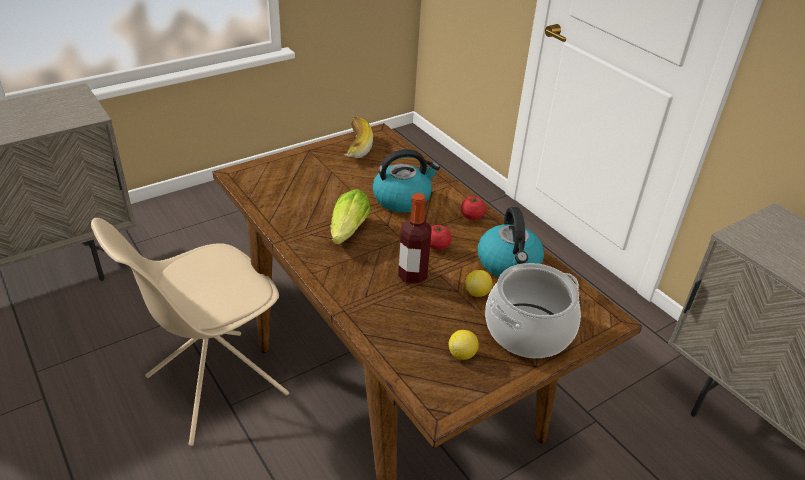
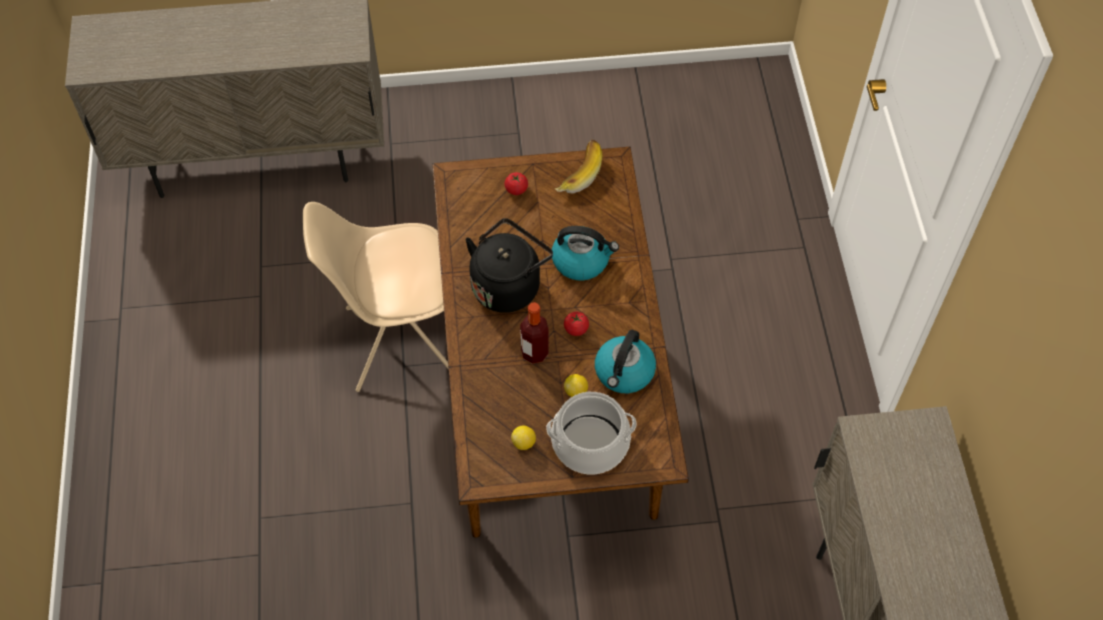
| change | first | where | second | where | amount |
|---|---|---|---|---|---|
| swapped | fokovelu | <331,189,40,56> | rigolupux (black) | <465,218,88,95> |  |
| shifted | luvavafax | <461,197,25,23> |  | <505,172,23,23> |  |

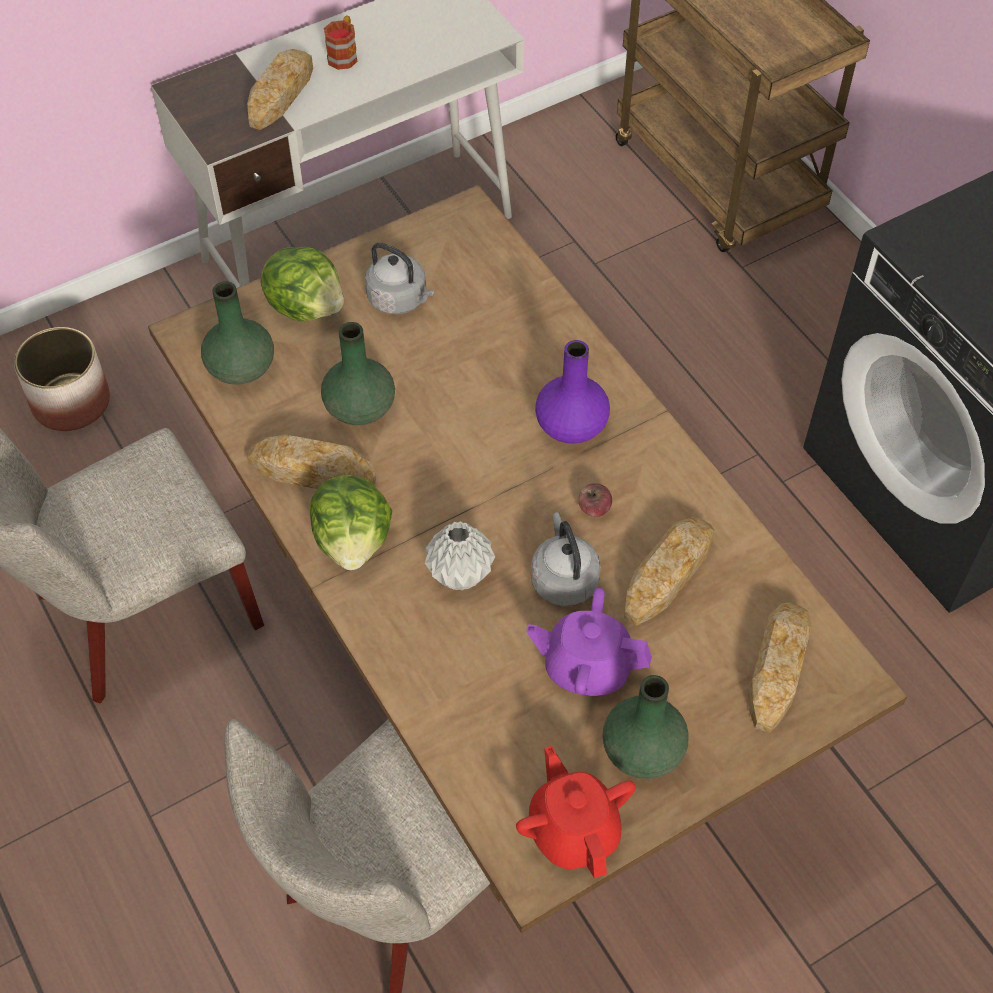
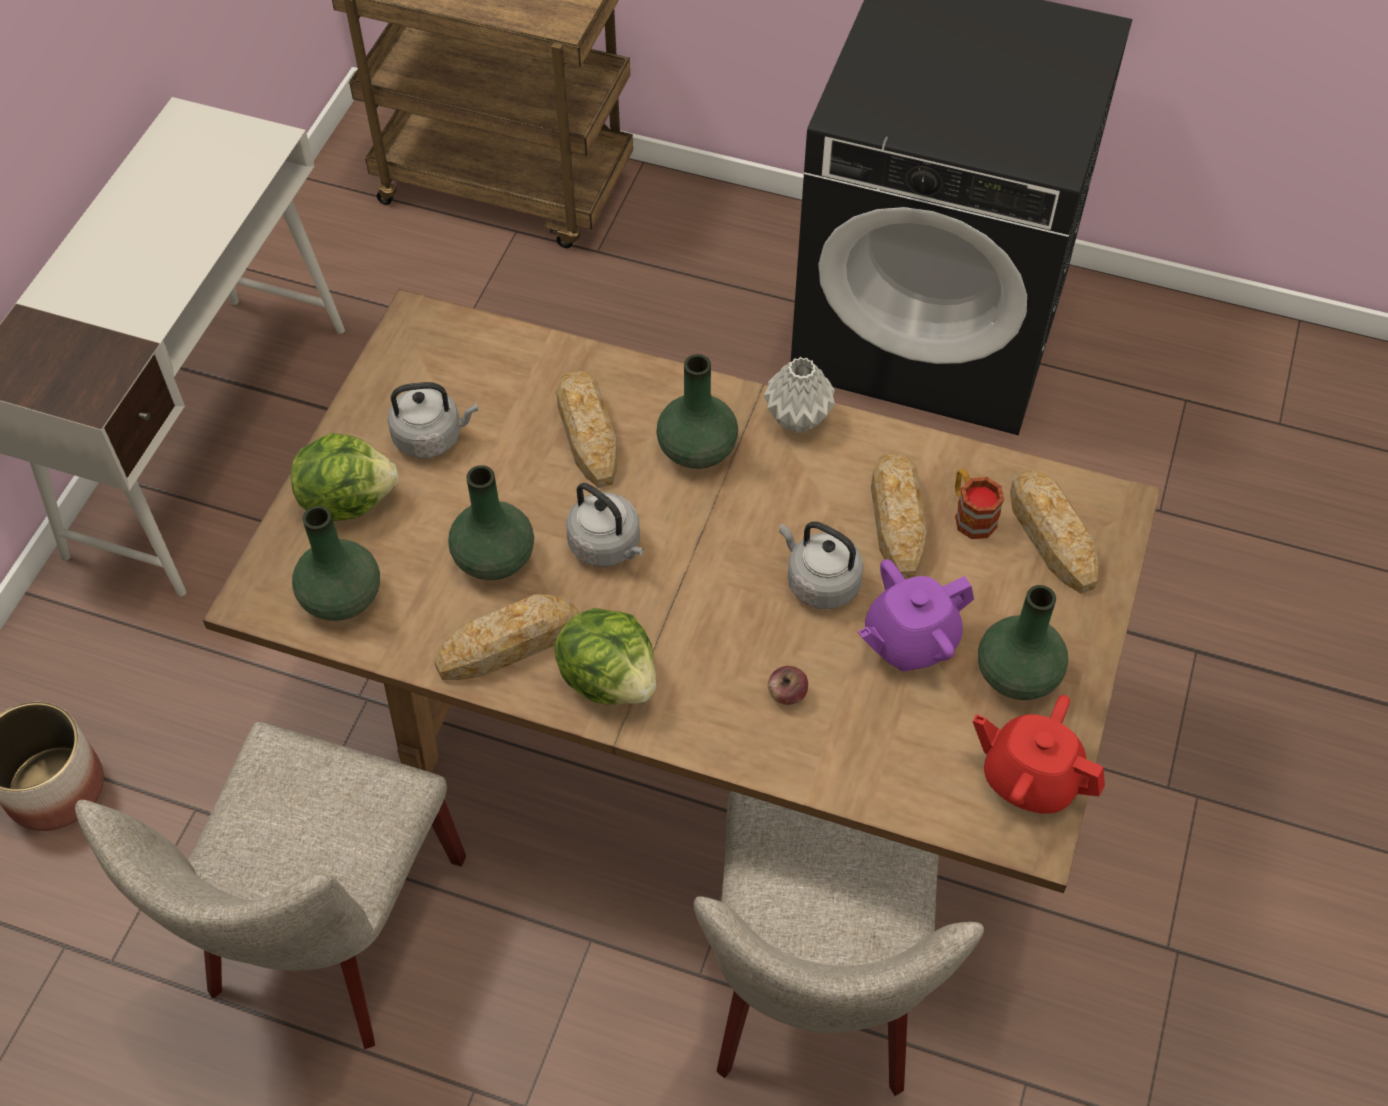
| change | first | where | second | where | amount |
|---|---|---|---|---|---|
| shifted | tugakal | <324,16,34,54> |  | <955,469,49,70> |  |
| shifted | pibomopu | <247,49,66,81> |  | <556,371,61,117> |  |
| repainted | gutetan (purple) | <535,340,75,104> | gutetan (green) | <656,354,82,115> |  |
| shifted | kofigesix | <578,483,34,34> |  | <768,666,40,39> |  |
| shifted | gutetan (grey) | <425,521,70,69> |  | <764,357,71,76> |  |
| new |  |  | rigolupux (grey) | <566,483,78,84> |  |

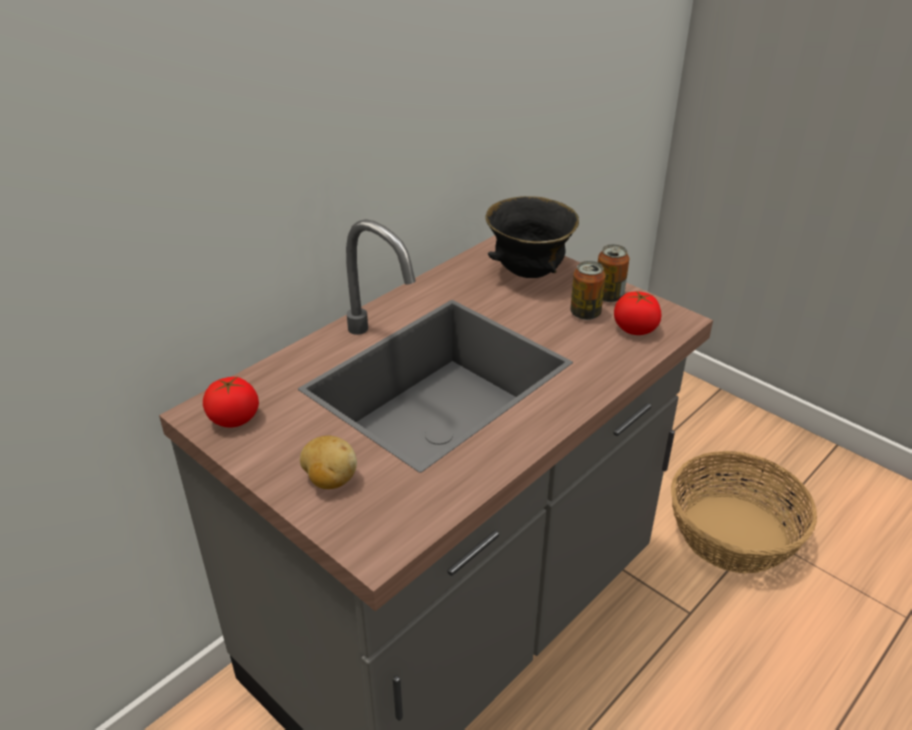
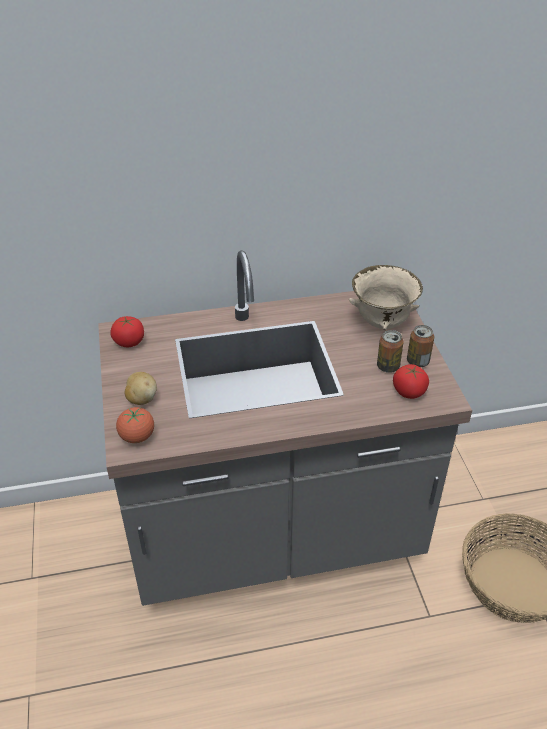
| change | first | where | second | where | amount |
|---|---|---|---|---|---|
| repainted | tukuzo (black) | <485,196,94,82> | tukuzo (beige) | <349,265,74,65> |  |
| new |  |  | luvavafax | <116,407,38,36> |  |

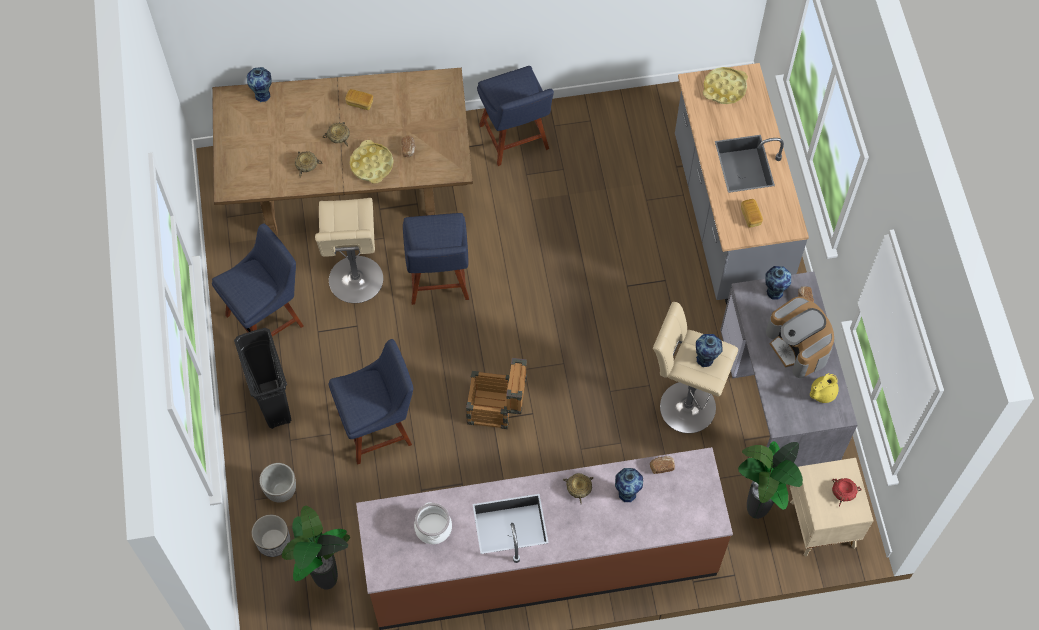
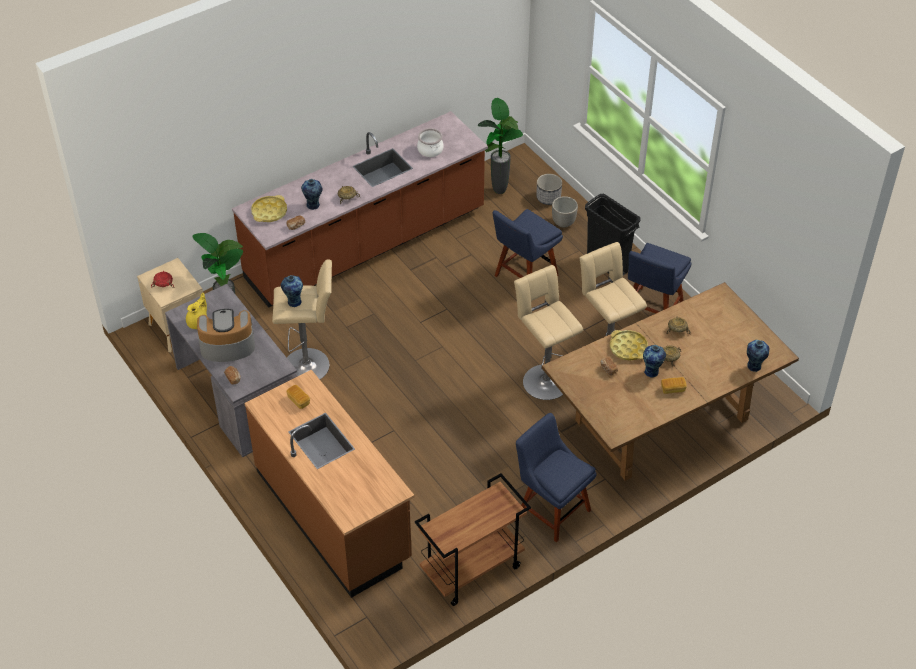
| change | first | where | second | where | amount |
|---|---|---|---|---|---|
| repainted | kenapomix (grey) | <675,63,134,242> | kenapomix (brown) | <244,370,170,228> |  |
| shifted | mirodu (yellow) | <703,67,45,37> |  | <251,195,36,27> |  |
| swapped | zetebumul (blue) | <403,213,66,92> | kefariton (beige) | <514,265,69,135> |  |
| shifted | gutetan | <765,266,26,34> |  | <643,345,23,33> |  |
| rotated | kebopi | <766,297,68,81> |  | <197,309,58,53> | 45 degrees counterclockwise |
| gone | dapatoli | <466,358,61,71> |  |  |  |
| new |  |  | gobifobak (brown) | <415,473,116,133> |  |

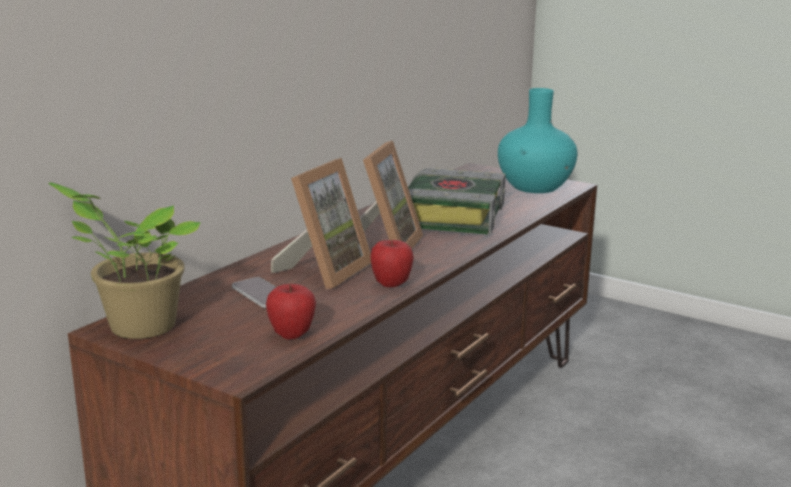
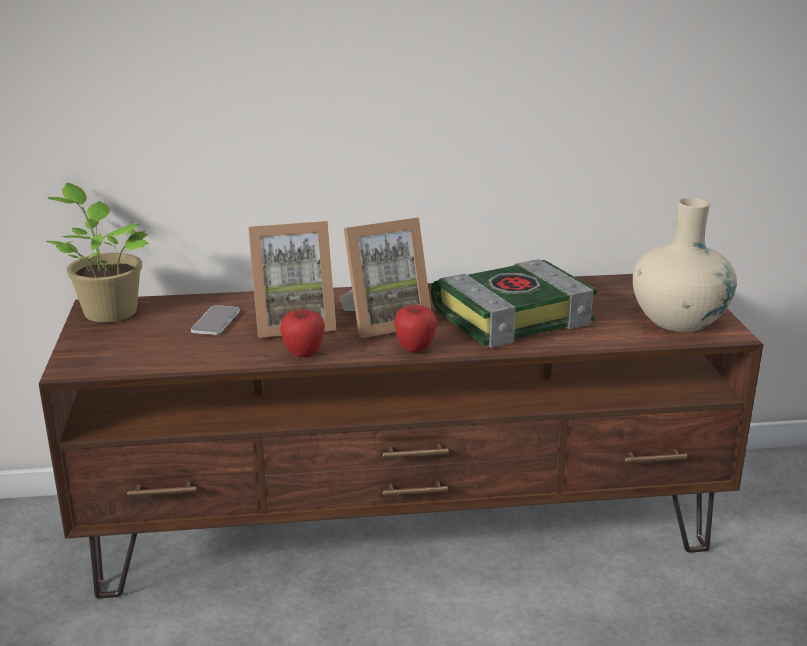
| change | first | where | second | where | amount |
|---|---|---|---|---|---|
| repainted | gutetan (turquoise) | <498,88,80,105> | gutetan (beige) | <633,198,104,134> |  |
| shifted | kofigesix | <266,284,50,56> |  | <394,305,43,47> |  |

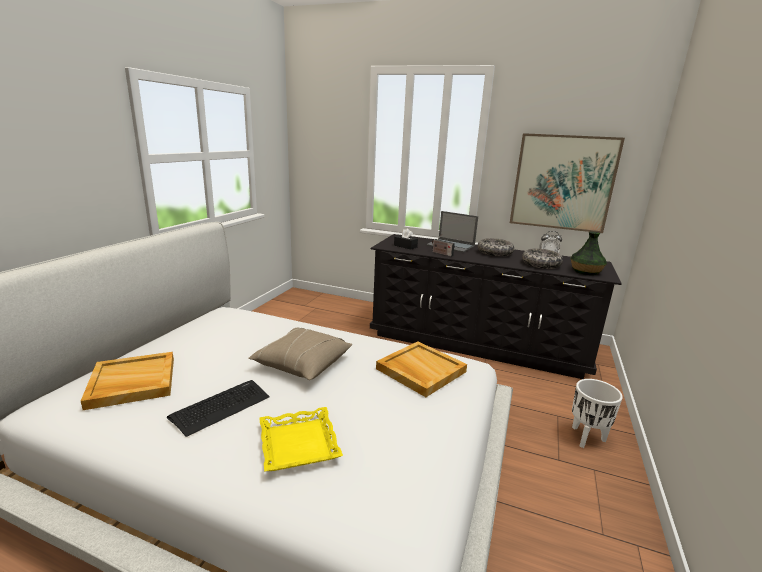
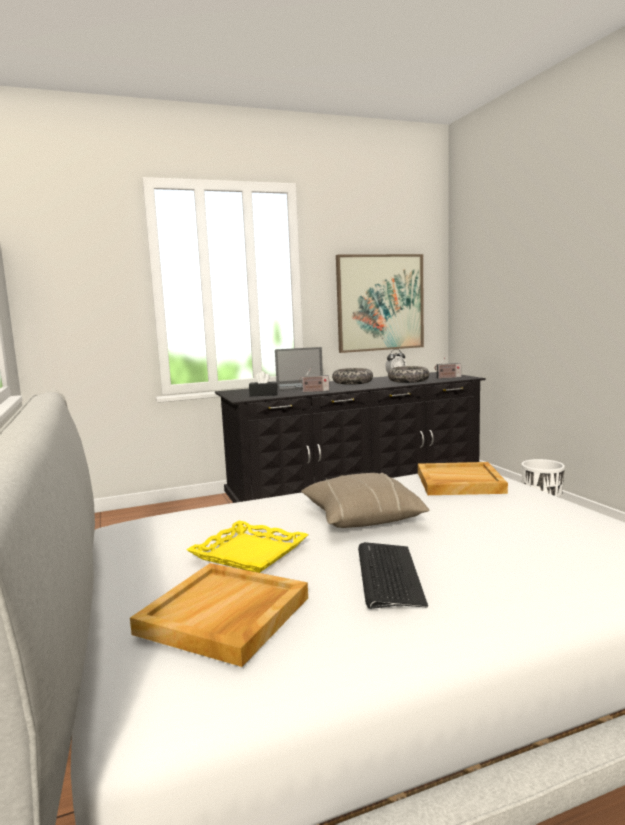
| change | first | where | second | where | amount |
|---|---|---|---|---|---|
| swapped | gutetan | <571,231,36,44> | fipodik | <435,356,26,23> |  |
| shifted | mirodu (yellow) | <259,407,84,64> |  | <187,521,122,52> |  |

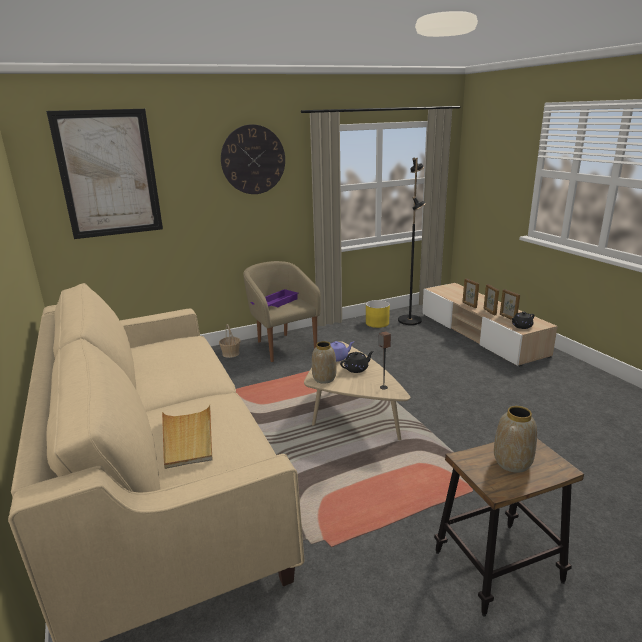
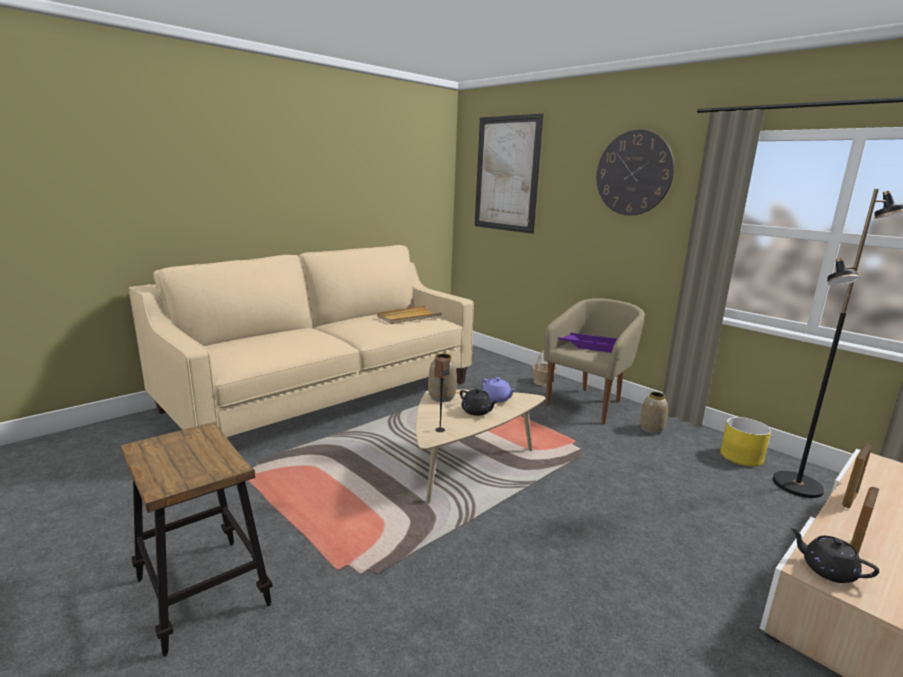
| change | first | where | second | where | amount |
|---|---|---|---|---|---|
| gone | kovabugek | <483,284,16,32> |  |  |  |
| shifted | mirodu (beige) | <162,405,51,64> |  | <377,306,65,18> |  |
| shifted | gutetan | <494,406,43,67> |  | <640,392,28,42> |  |

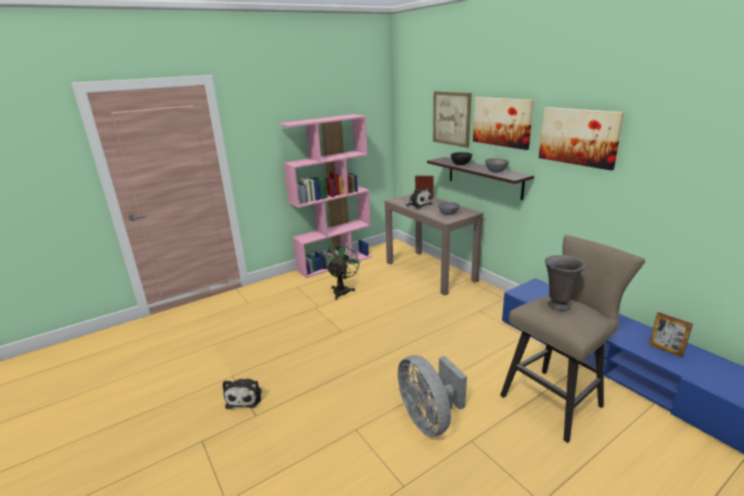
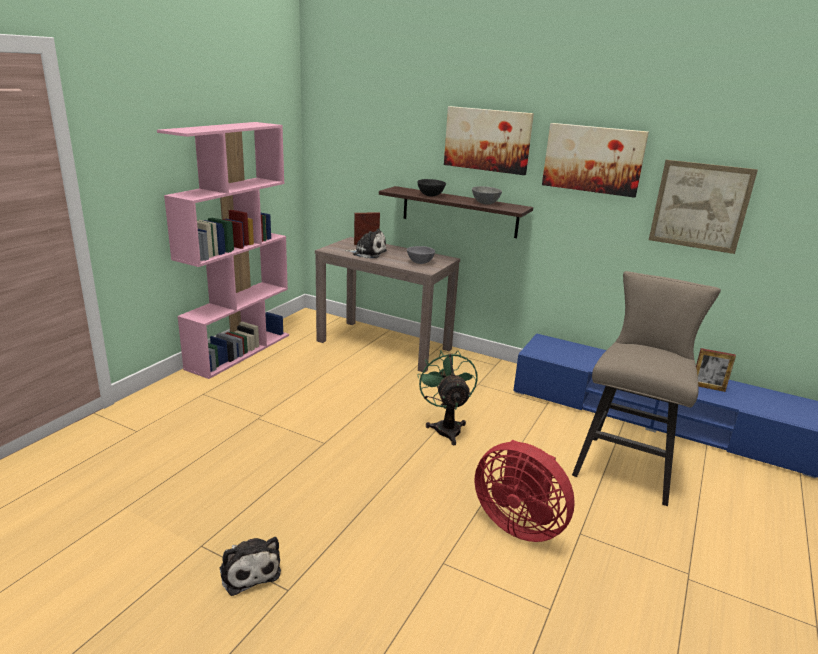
| change | first | where | second | where | amount |
|---|---|---|---|---|---|
| shifted | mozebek | <433,91,39,57> |  | <649,160,109,94> |  |
| shifted | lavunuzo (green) | <325,243,36,57> |  | <418,350,60,95> |  |
| gone | gutetan (grey) | <545,255,40,56> |  |  |  |
| repainted | lavunuzo (grey) | <398,355,69,82> | lavunuzo (red) | <475,440,100,102> |  |

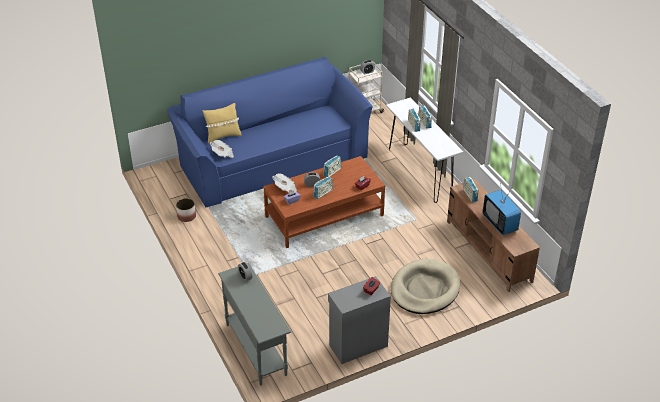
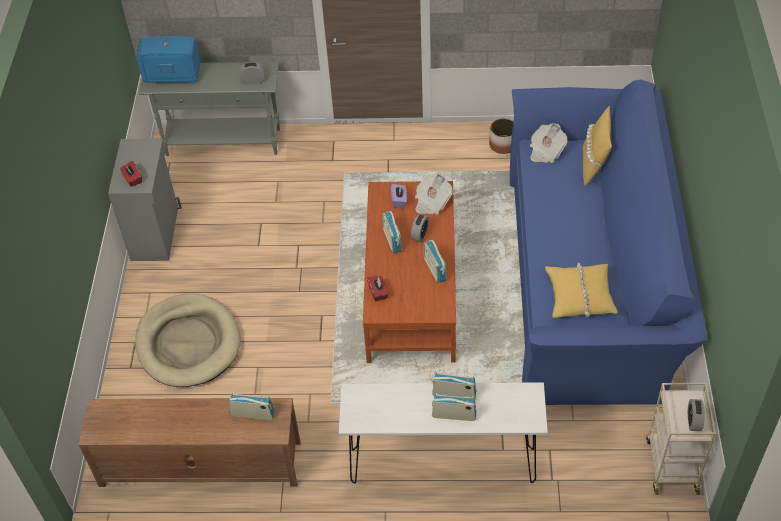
| change | first | where | second | where | amount |
|---|---|---|---|---|---|
| shifted | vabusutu | <483,182,38,53> |  | <136,22,65,61> |  |
| new |  |  | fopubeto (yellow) | <545,263,73,55> |  |

